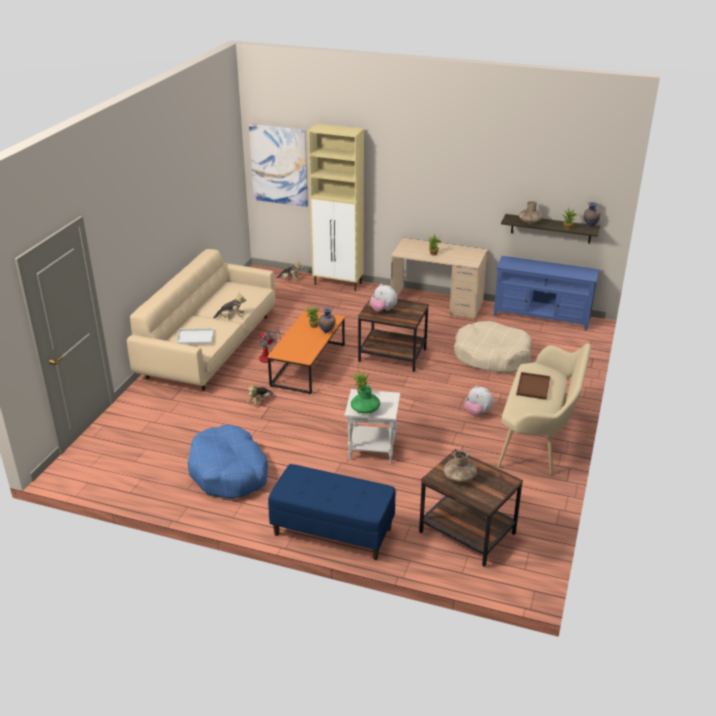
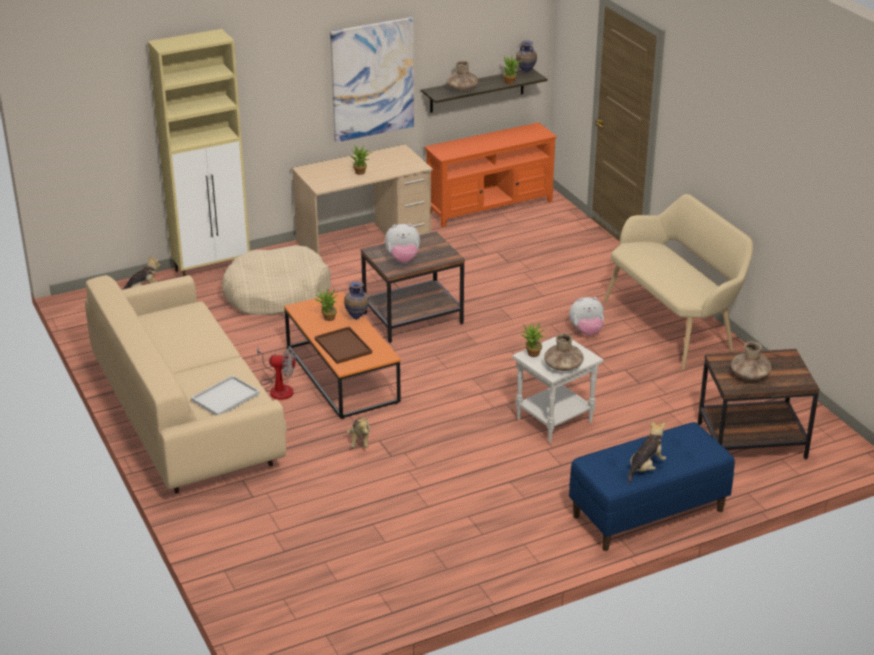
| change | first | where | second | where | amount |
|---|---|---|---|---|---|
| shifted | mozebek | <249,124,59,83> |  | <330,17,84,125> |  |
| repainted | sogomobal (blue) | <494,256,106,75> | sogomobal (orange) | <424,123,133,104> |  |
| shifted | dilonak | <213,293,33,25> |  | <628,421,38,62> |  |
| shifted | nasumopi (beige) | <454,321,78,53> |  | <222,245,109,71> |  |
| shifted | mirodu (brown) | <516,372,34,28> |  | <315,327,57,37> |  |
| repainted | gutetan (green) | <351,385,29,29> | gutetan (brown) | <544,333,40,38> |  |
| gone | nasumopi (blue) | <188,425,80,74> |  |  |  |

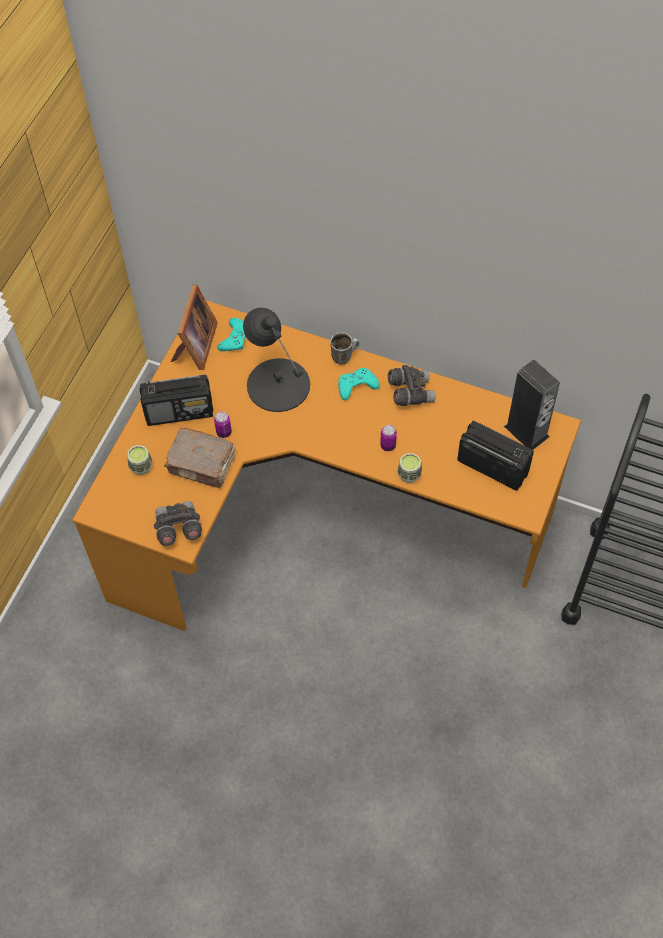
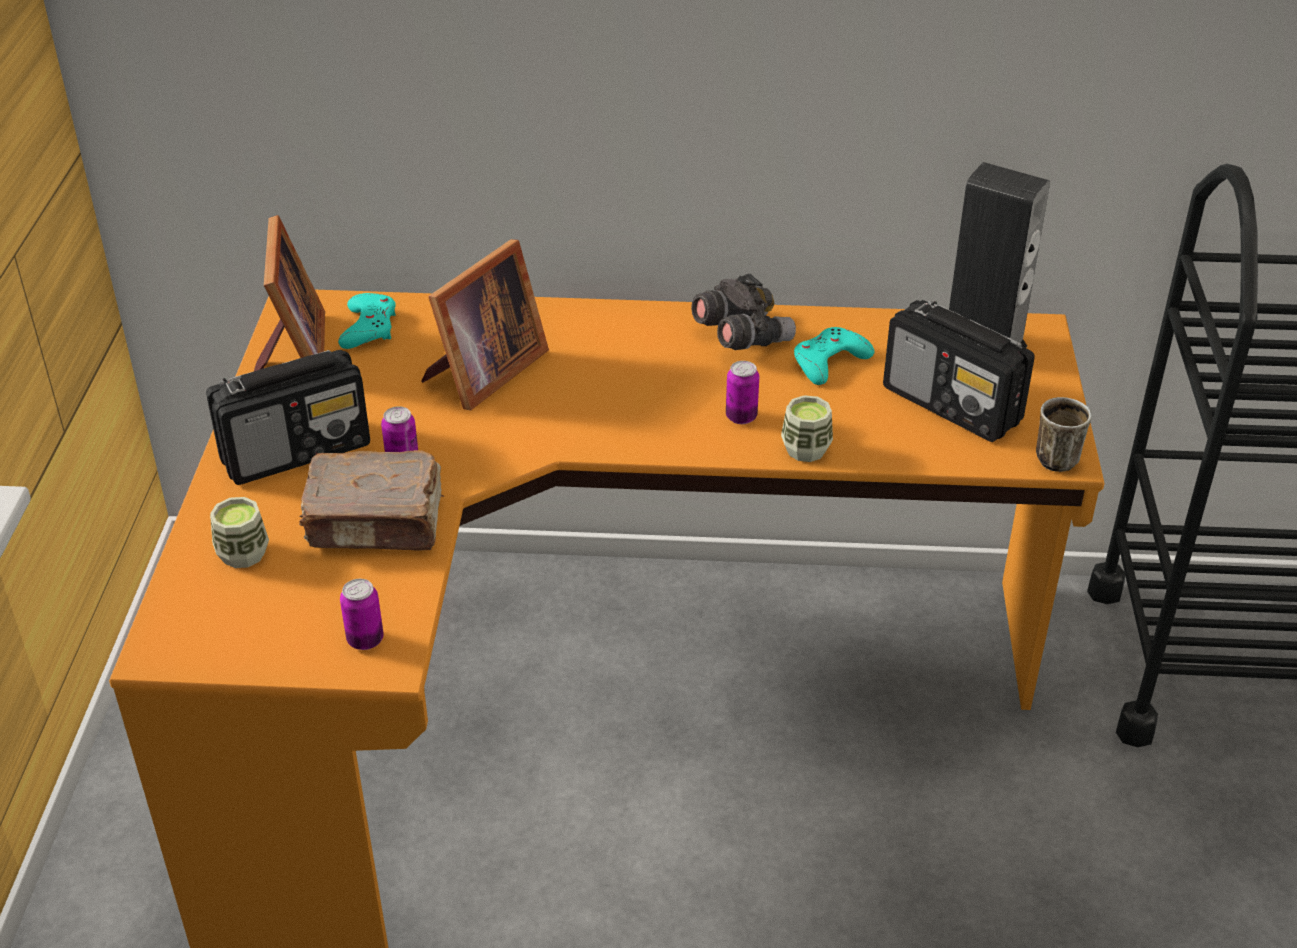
| change | first | where | second | where | amount |
|---|---|---|---|---|---|
| swapped | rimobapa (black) | <243,308,67,104> | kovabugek | <421,239,128,171> |  |
| shifted | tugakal | <330,332,29,32> |  | <1036,397,56,75> |  |
| shifted | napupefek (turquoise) | <338,368,42,32> |  | <794,327,80,58> |  |
| rotated | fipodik | <457,421,77,69> |  | <883,300,152,142> | 150 degrees counterclockwise |
| swapped | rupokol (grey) | <154,501,48,45> | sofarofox | <340,579,44,71> |  |

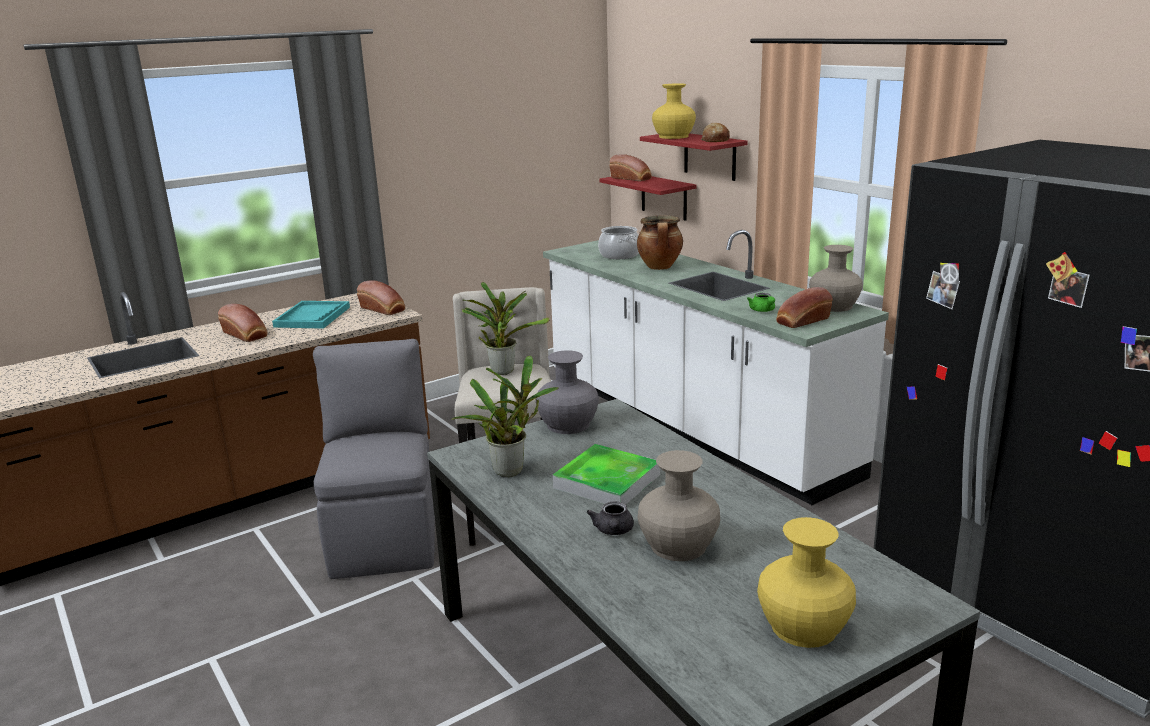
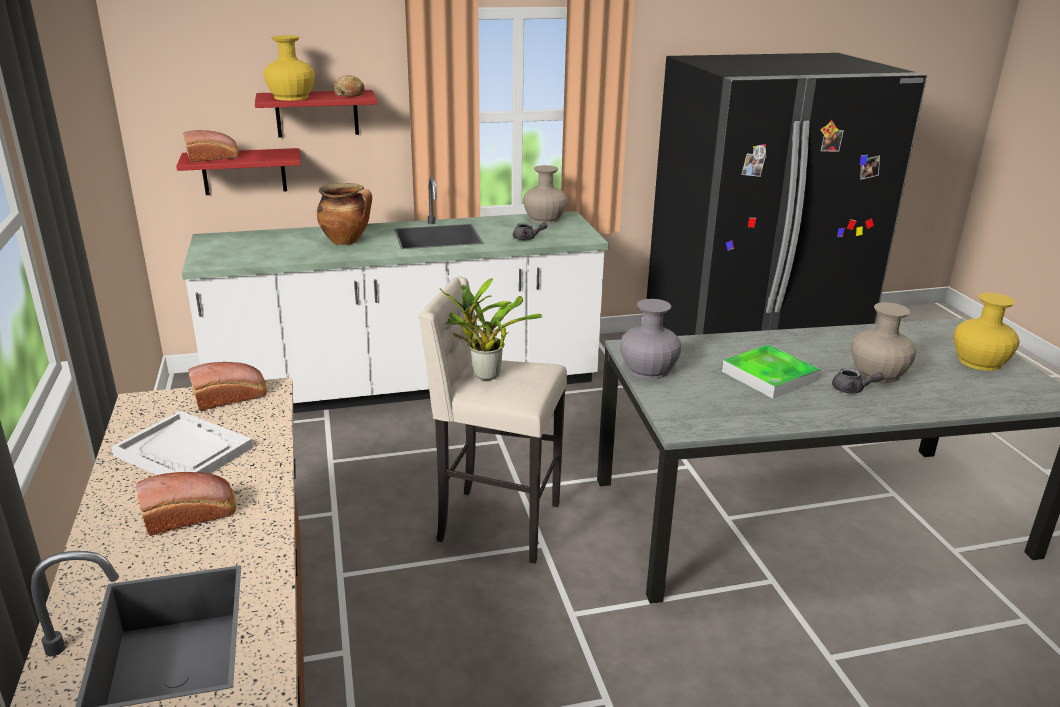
| change | first | where | second | where | amount |
|---|---|---|---|---|---|
| gone | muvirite | <598,226,41,33> |  |  |  |
| gone | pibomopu | <776,287,57,41> |  |  |  |
| repainted | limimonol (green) | <747,293,28,19> | limimonol (grey) | <513,222,35,18> |  |
| repainted | mirodu (turquoise) | <272,301,78,28> | mirodu (white) | <111,411,142,64> |  |
| gone | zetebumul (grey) | <313,339,122,240> |  |  |  |
| gone | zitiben | <451,355,108,122> |  |  |  |

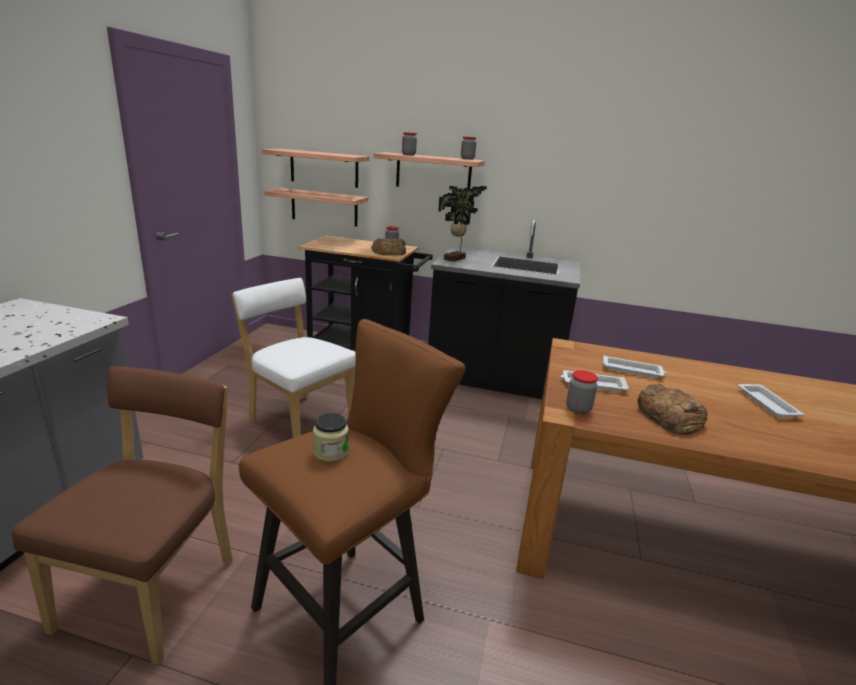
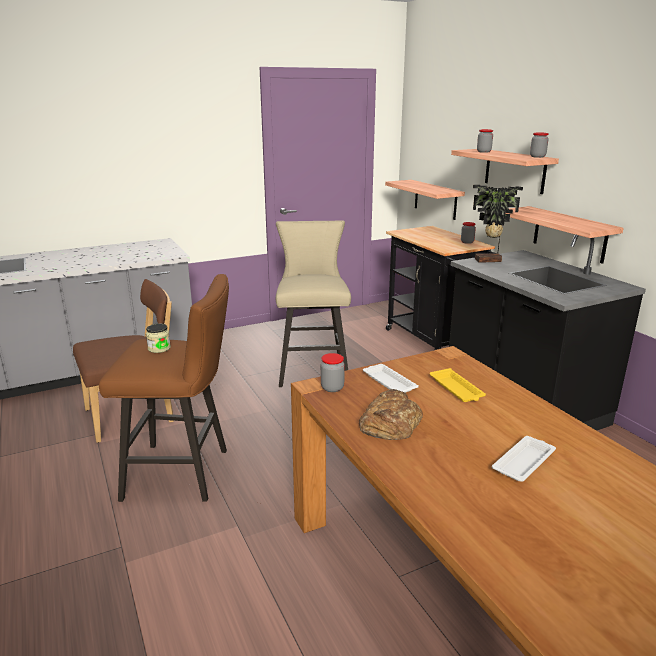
| change | first | where | second | where | amount |
|---|---|---|---|---|---|
| shifted | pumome | <262,149,107,39> |  | <505,206,119,58> |  |
| gone | pibomopu | <371,239,35,16> |  |  |  |
| swapped | zetebumul (white) | <232,278,123,160> | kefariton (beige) | <276,220,75,167> |  |
| repainted | mirodu (white) | <603,355,63,23> | mirodu (yellow) | <430,368,56,34> |  |

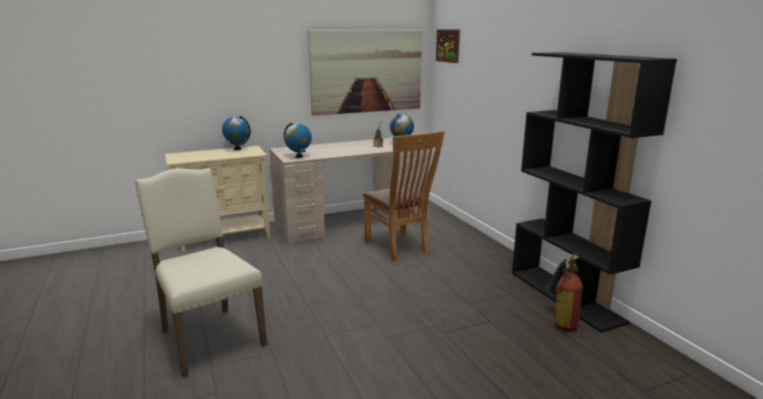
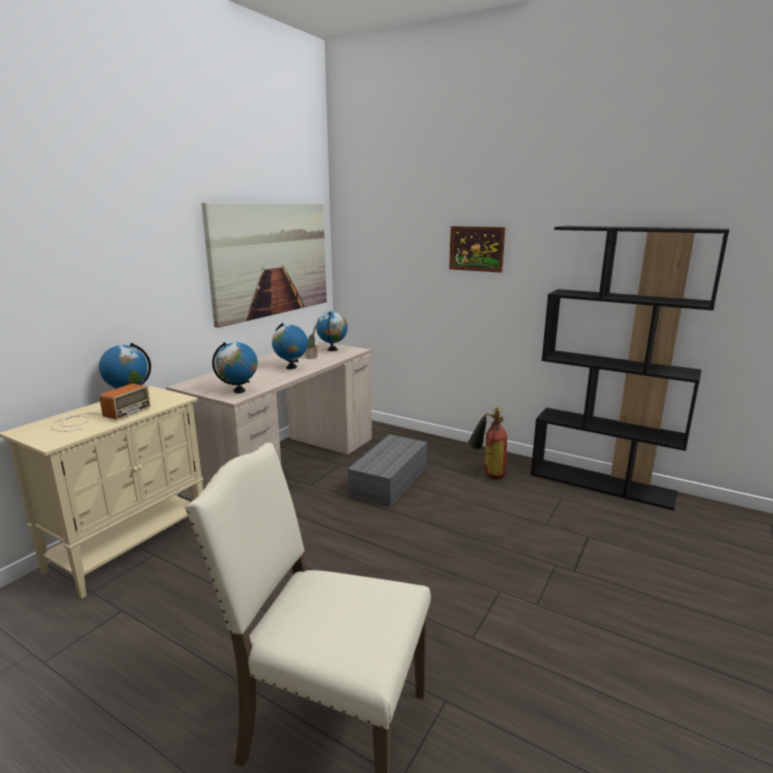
| change | first | where | second | where | amount |
|---|---|---|---|---|---|
| shifted | mozebek | <436,29,24,34> |  | <449,226,56,47> |  |
| swapped | zetebumul (brown) | <362,131,82,130> | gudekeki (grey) | <347,434,81,73> |  |
| shifted | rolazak | <546,254,37,78> |  | <467,408,40,71> |  |
| new |  |  | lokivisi | <272,323,36,46> |  |
| new |  |  | fipodik | <51,383,100,49> |  |

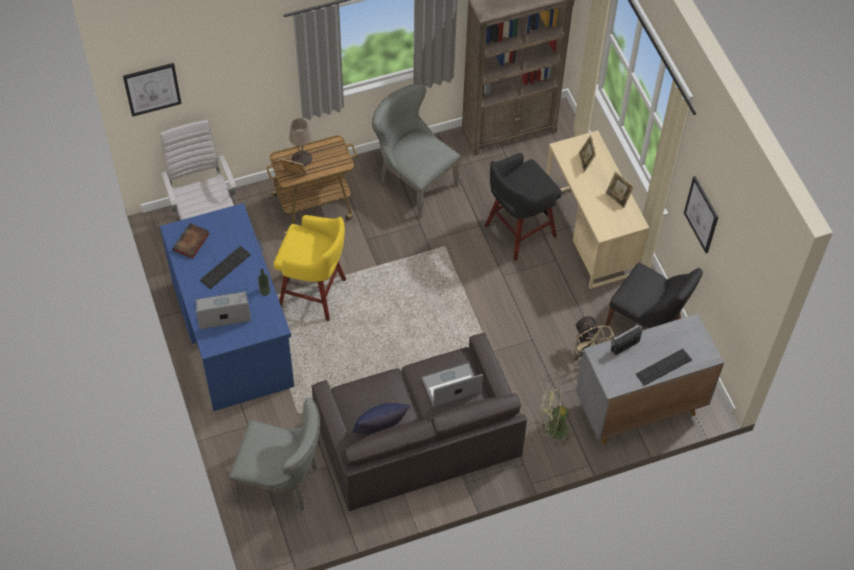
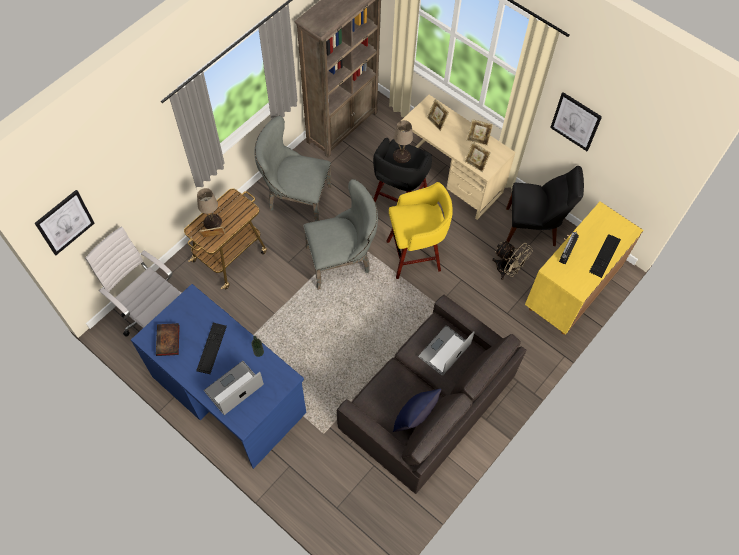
| change | first | where | second | where | amount |
|---|---|---|---|---|---|
| shifted | kefariton (yellow) | <274,215,72,106> |  | <386,182,67,97> |  |
| repainted | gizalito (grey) | <576,314,148,130> | gizalito (yellow) | <525,202,118,132> |  |
| gone | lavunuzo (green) | <539,388,35,58> |  |  |  |
| shifted | zetebumul (grey) | <229,398,91,113> |  | <303,179,75,111> |  |
| new |  |  | rimobapa (beige) | <393,120,20,43> |  |
| new |  |  | kovabugek | <465,141,26,31> |  |

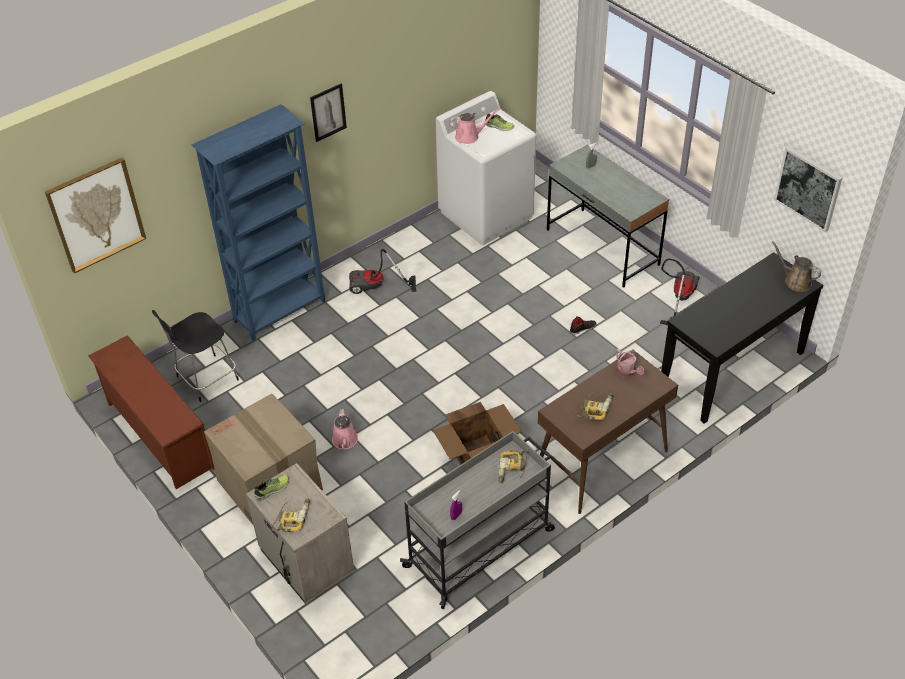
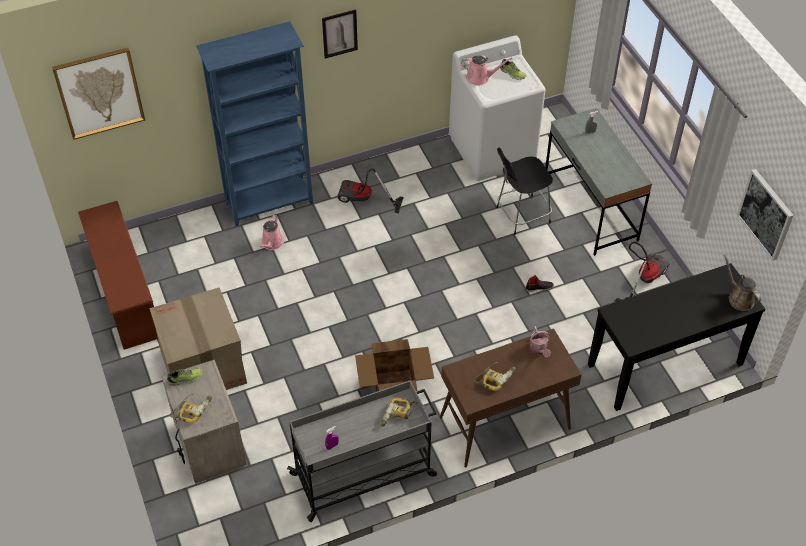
| change | first | where | second | where | amount |
|---|---|---|---|---|---|
| shifted | zetebumul (black) | <152,310,87,92> |  | <496,148,57,87> |  |
| shifted | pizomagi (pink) | <332,409,26,40> |  | <261,215,23,35> |  |

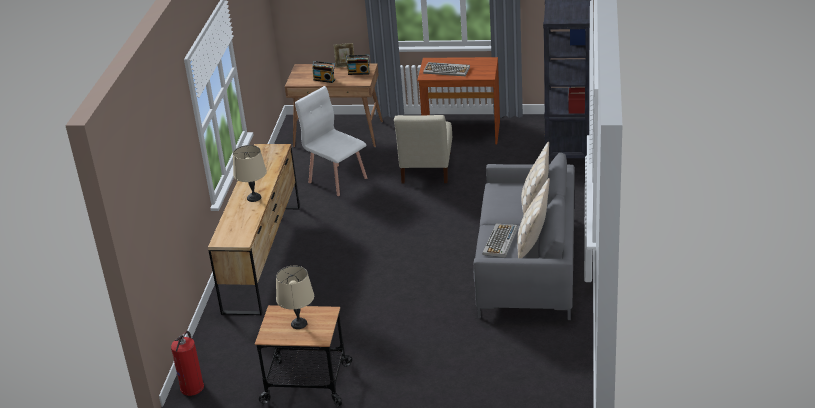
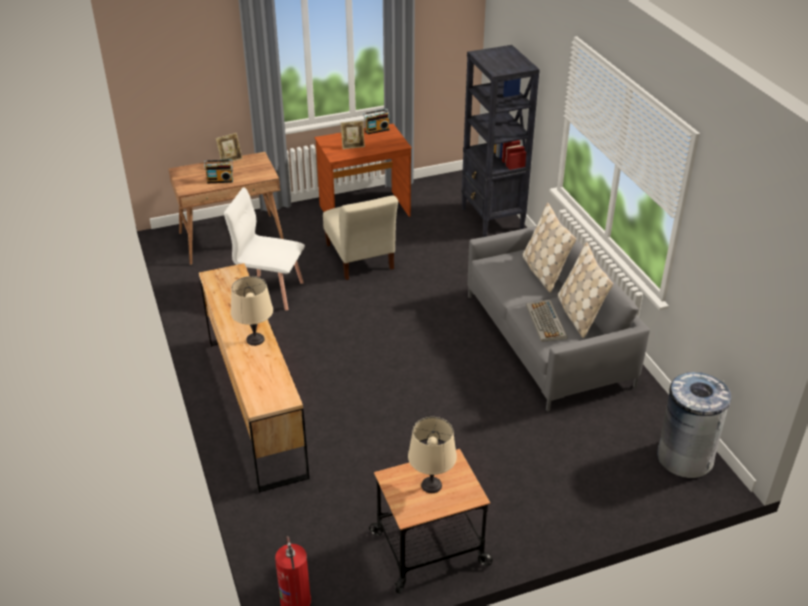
| change | first | where | second | where | amount |
|---|---|---|---|---|---|
| shifted | fipodik | <346,55,24,20> |  | <363,109,27,25> |  |
| swapped | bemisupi | <423,62,47,14> | kovabugek | <341,121,24,28> |  |
| new |  |  | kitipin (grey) | <657,372,74,106> |  |

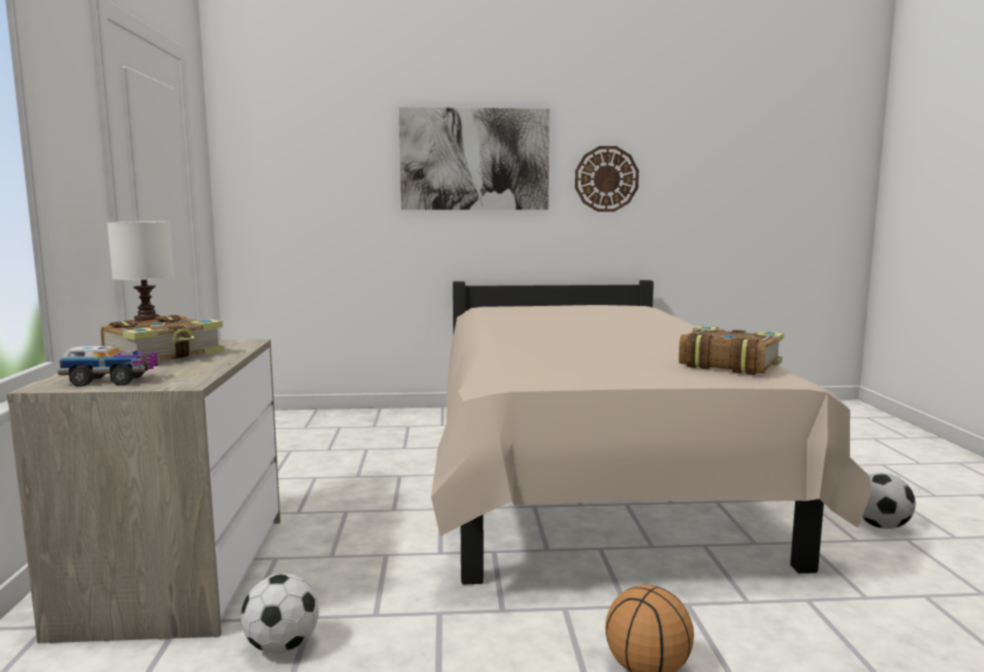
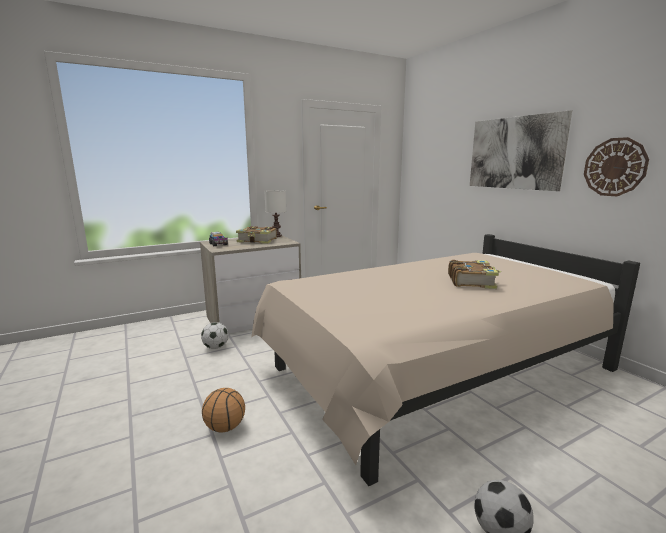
| change | first | where | second | where | amount |
|---|---|---|---|---|---|
| shifted | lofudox | <679,325,105,50> |  | <448,260,53,29> |  |

